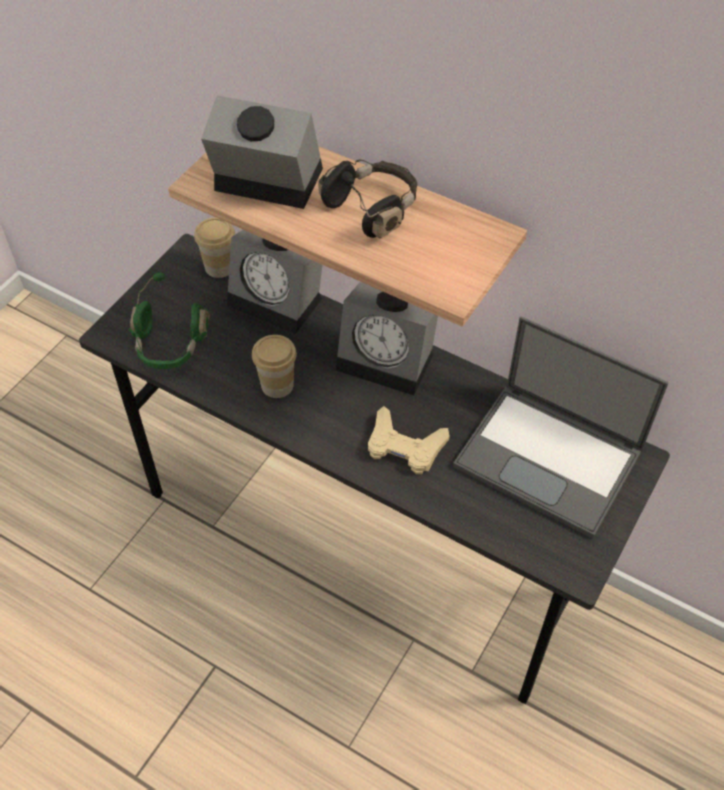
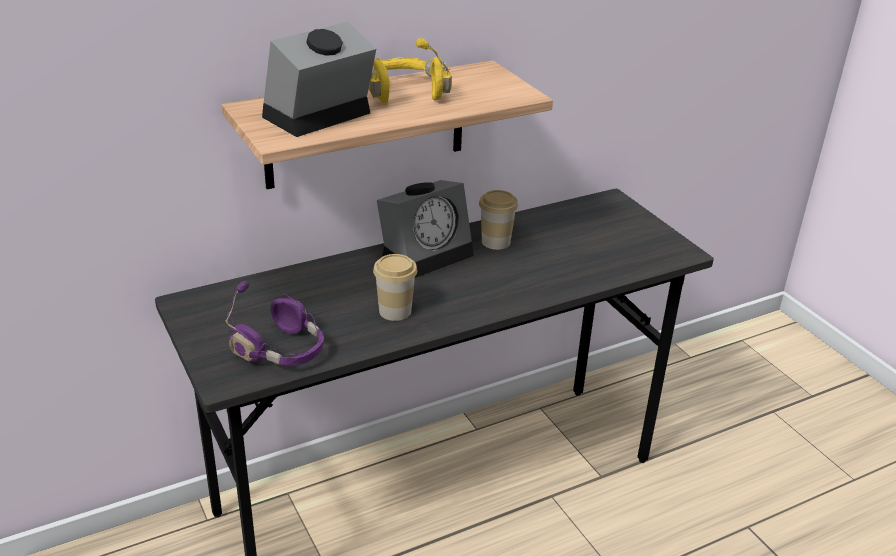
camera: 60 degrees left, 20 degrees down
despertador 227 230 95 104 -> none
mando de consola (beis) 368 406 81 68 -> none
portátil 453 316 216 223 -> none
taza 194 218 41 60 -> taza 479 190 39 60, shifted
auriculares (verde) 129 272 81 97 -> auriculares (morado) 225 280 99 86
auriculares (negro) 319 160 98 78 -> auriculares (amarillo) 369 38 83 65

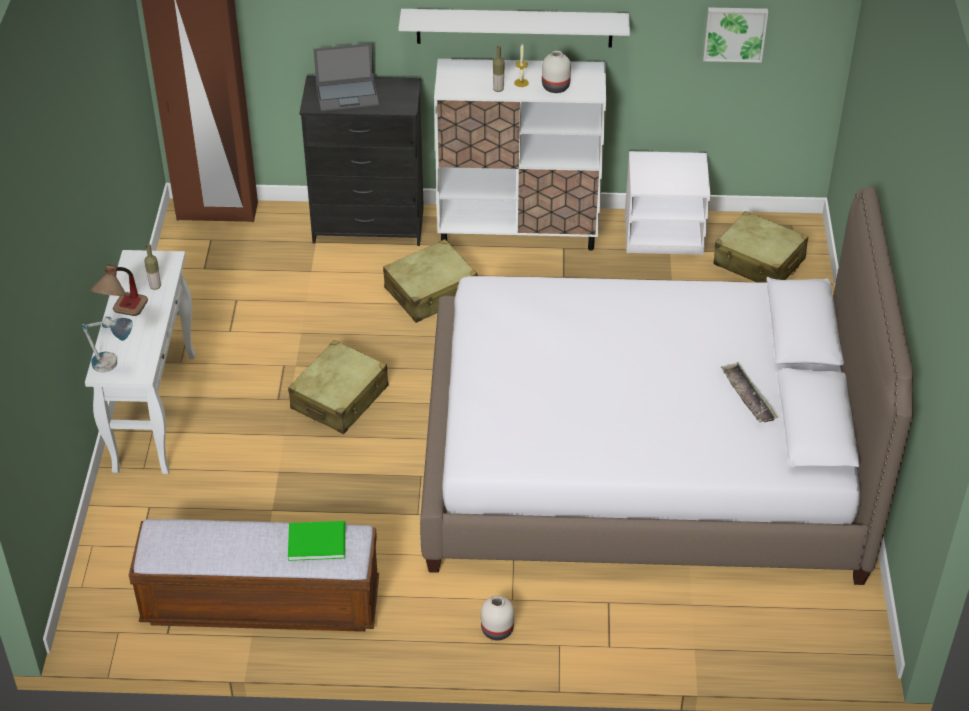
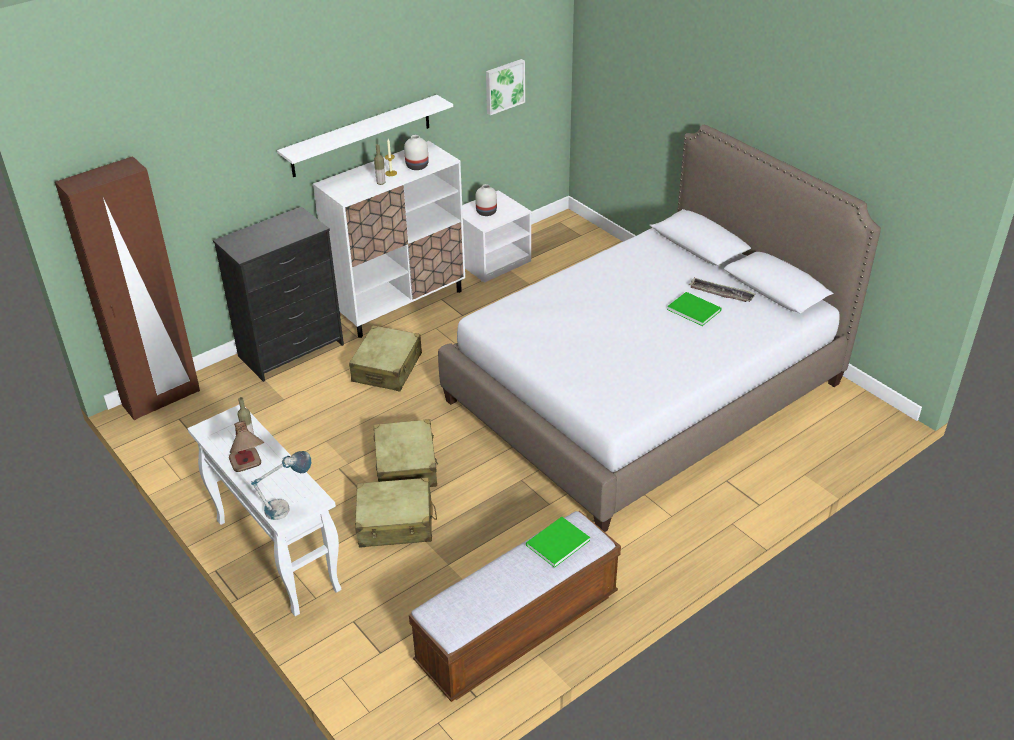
camera: 40 degrees left, 5 degrees down
portátil 313 43 66 68 -> none
none -> libro (verde) 667 292 55 34
florero (blanco) 481 596 33 44 -> florero (blanco) 475 184 22 32, shifted
maleta (beis) 714 211 94 71 -> maleta (beis) 355 477 82 71, shifted

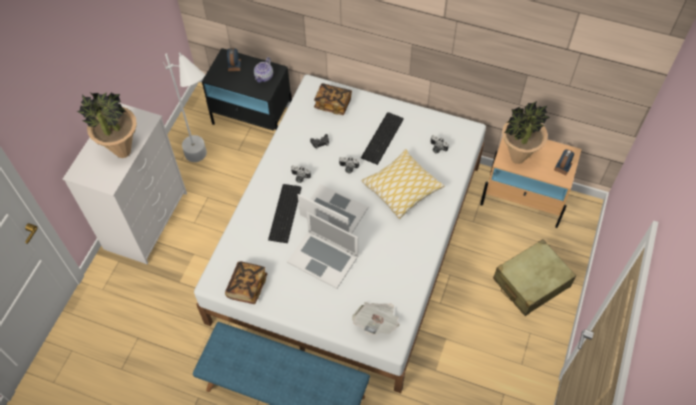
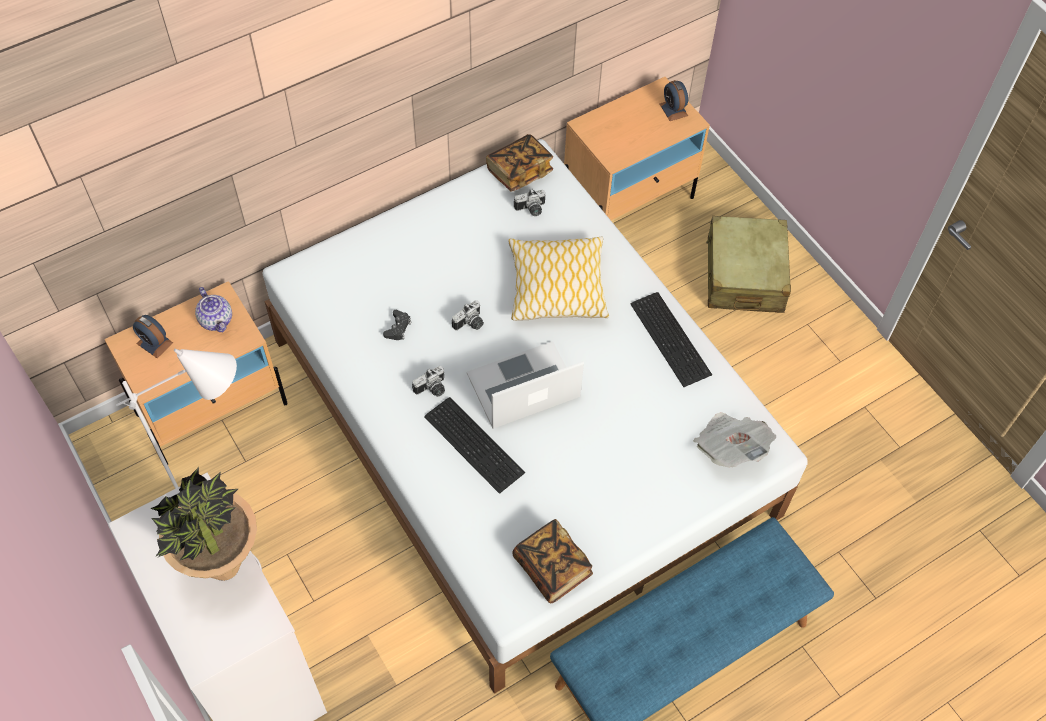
camera: 55 degrees left, 0 degrees up
portátil 287 212 71 77 -> none
planta en maceta 502 101 48 63 -> none
libro 314 83 38 32 -> libro 486 134 67 58, shifted
teclado 361 112 43 53 -> teclado 630 292 82 95, shifted
mesita de noche (negro) 202 48 90 83 -> mesita de noche (beis) 105 281 183 185

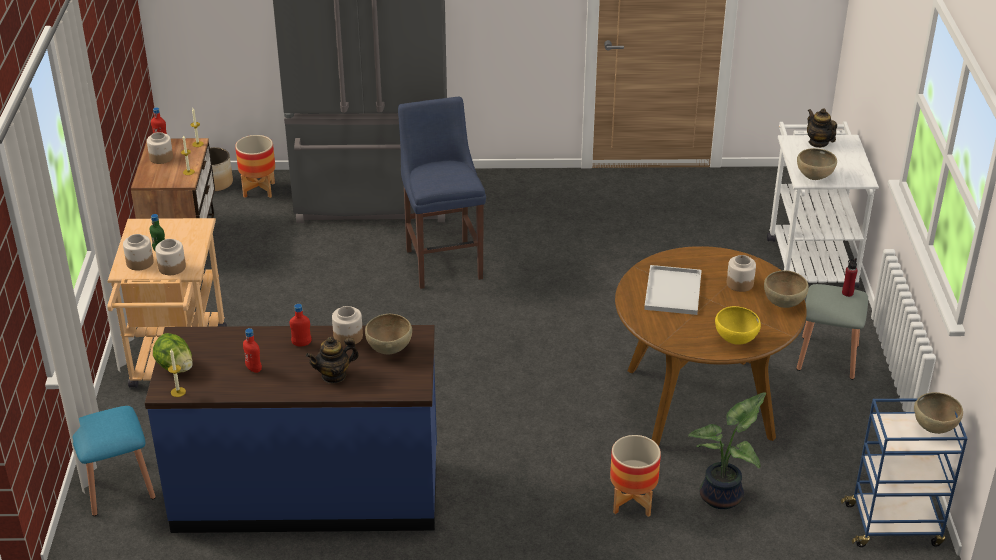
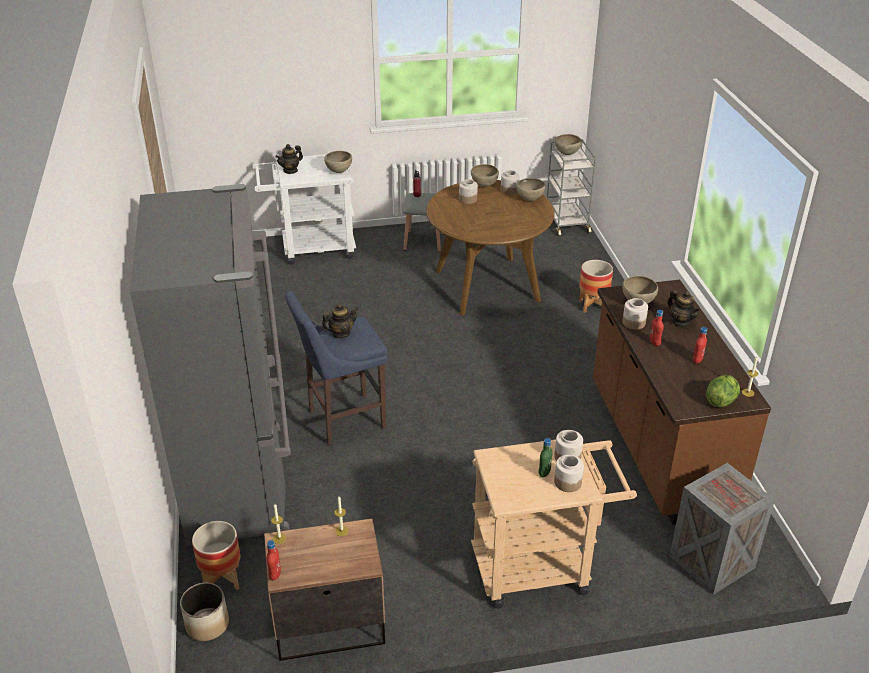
camera: 100 degrees left, 0 degrees up
bandeja (blanco) 644 265 58 50 -> none
planta en maceta 688 392 78 117 -> none
none -> tetera 321 303 37 35
tarro 147 132 26 32 -> tarro 501 170 18 25, shifted
taburete (azul) 72 406 84 110 -> caja de embalaje 669 463 106 132
mueble bajo de cocina (azul) 145 325 292 208 -> mueble bajo de cocina (marrón) 593 280 178 245
cuenco (amarillo) 715 306 46 38 -> cuenco (marrón) 516 178 29 23
carrito (azul) 841 398 127 149 -> carrito (gris) 547 139 49 97

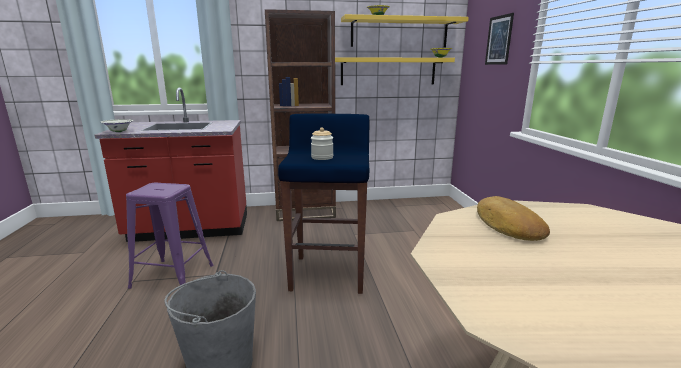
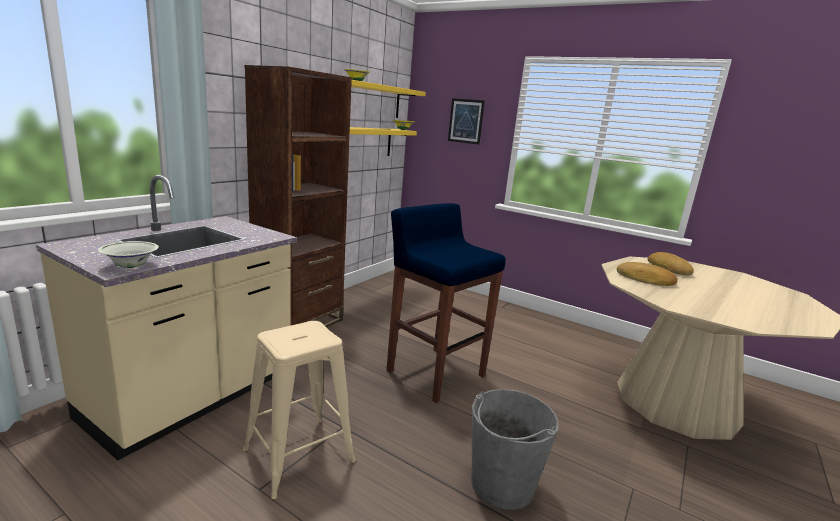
camera: 50 degrees left, 0 degrees up
tarro 311 127 22 33 -> none
none -> pan 648 252 46 23
mueble bajo de cocina (rojo) 95 88 152 154 -> mueble bajo de cocina (beis) 36 175 261 286
taburete (morado) 126 182 88 107 -> taburete (beis) 243 321 113 178

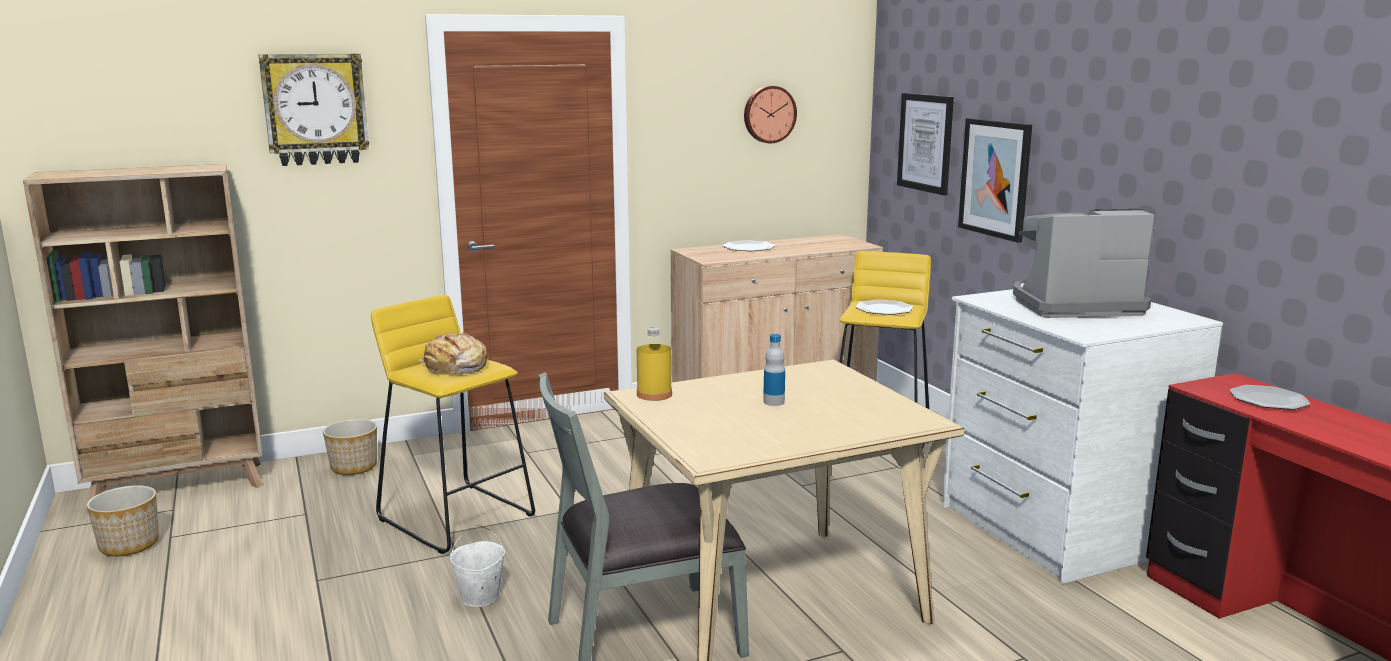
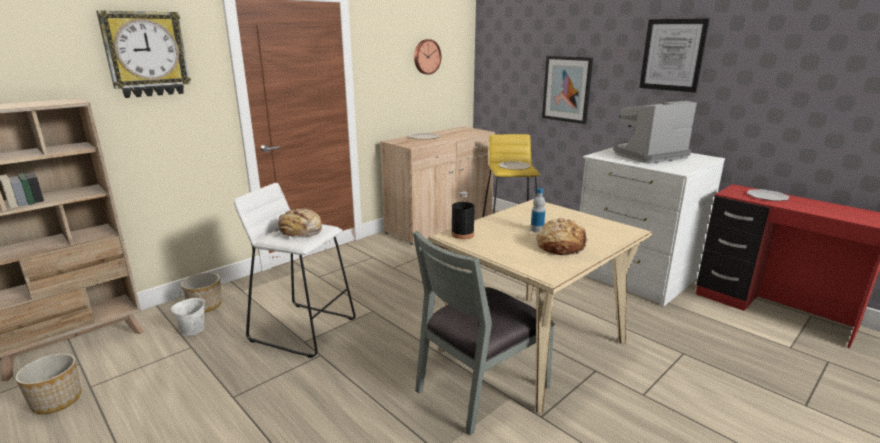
camera: 20 degrees left, 5 degrees up
none -> pan 536 218 52 37
cubo (blanco) 450 524 55 83 -> cubo (blanco) 171 289 34 46, shifted
cuadro 897 93 57 102 -> cuadro 639 18 71 74, shifted
taburete (amarillo) 371 295 164 259 -> taburete (blanco) 234 183 122 175
botella (amarillo) 637 327 35 74 -> botella (negro) 451 191 24 48

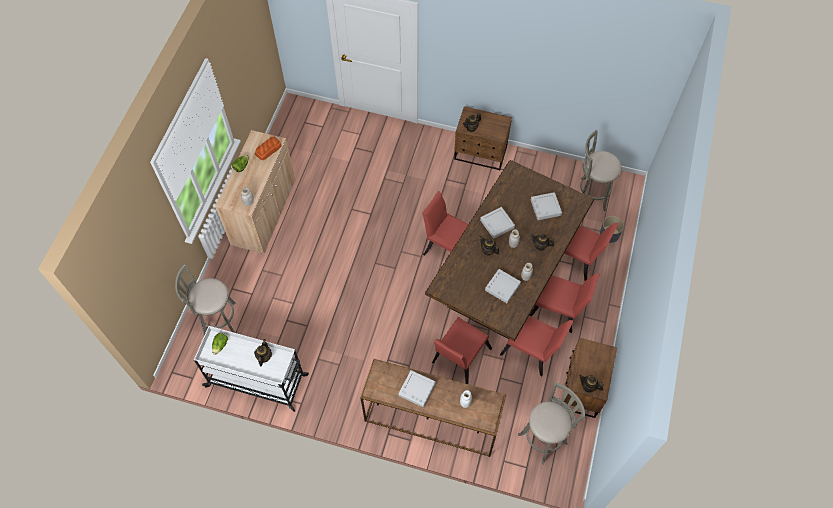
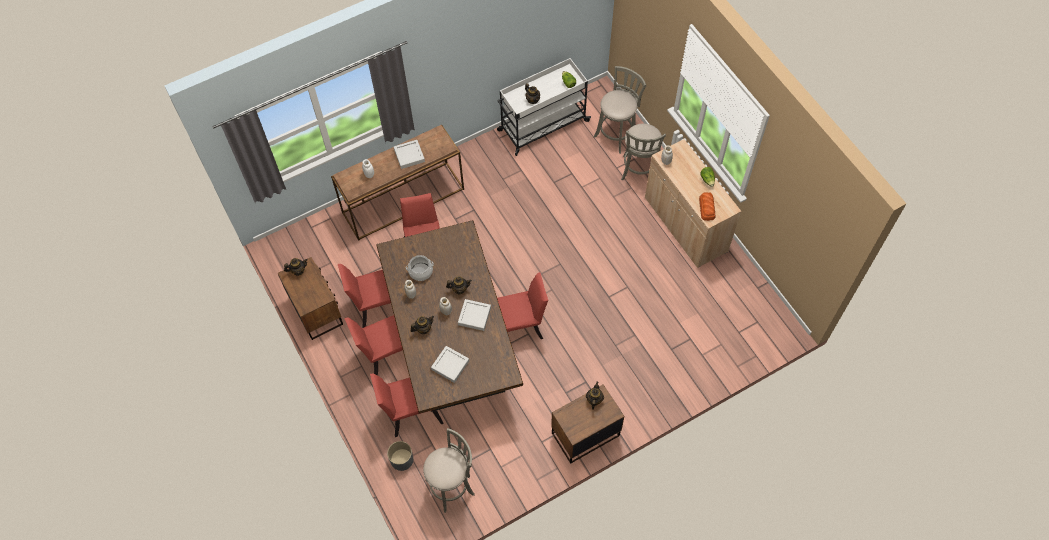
camera: 135 degrees right, 0 degrees up
taburete (gris) 518 383 68 81 -> taburete (gris) 621 124 45 56, shifted
bandeja (gris) 485 269 36 34 -> olla 406 255 28 26

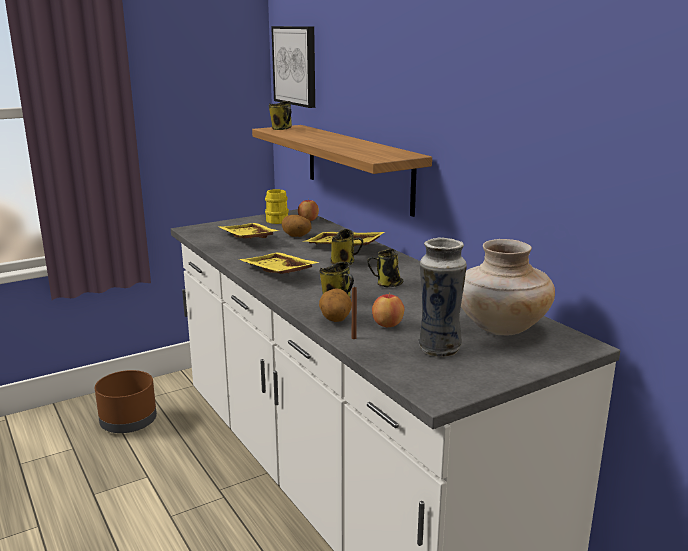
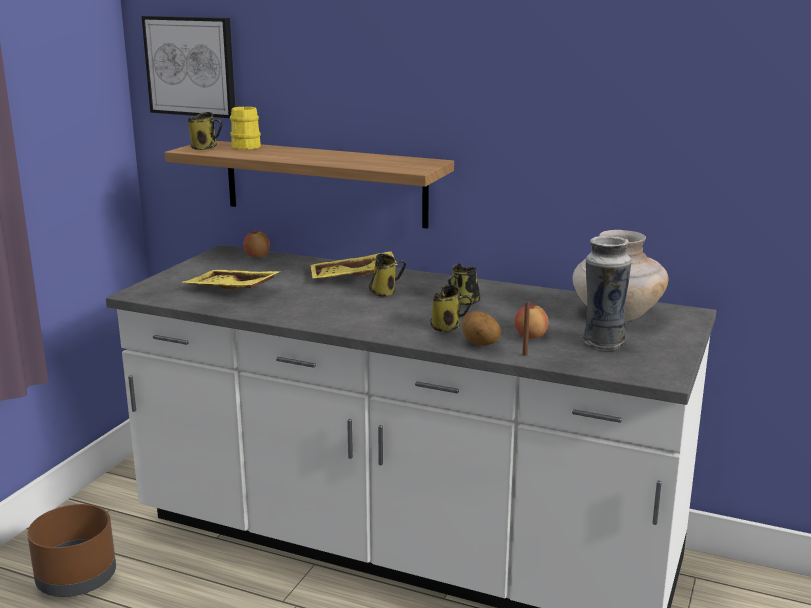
camera: 35 degrees left, 0 degrees up
bandeja (amarillo) 239 252 81 22 -> none
patata 282 215 30 22 -> none
taza grande (amarillo) 265 189 24 35 -> taza grande (amarillo) 230 107 31 43, shifted

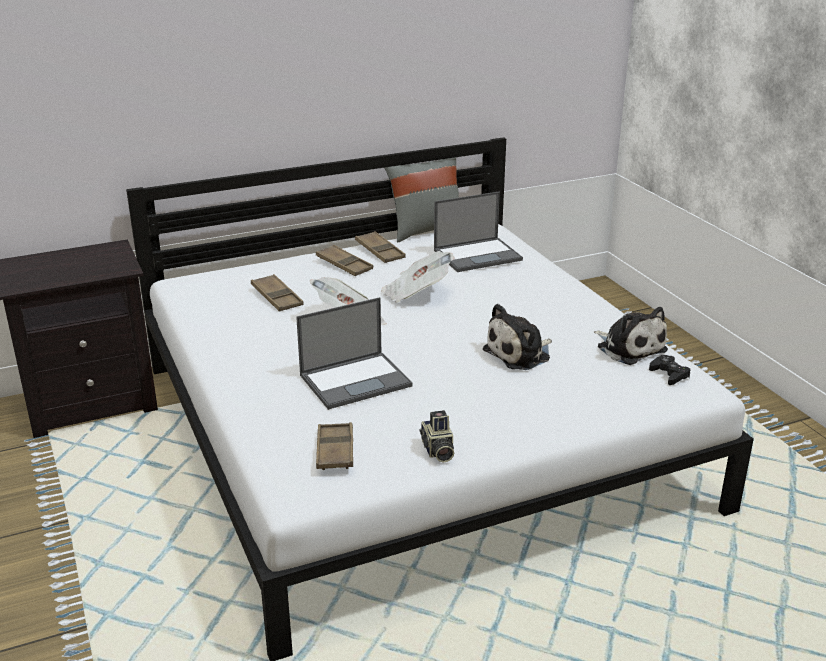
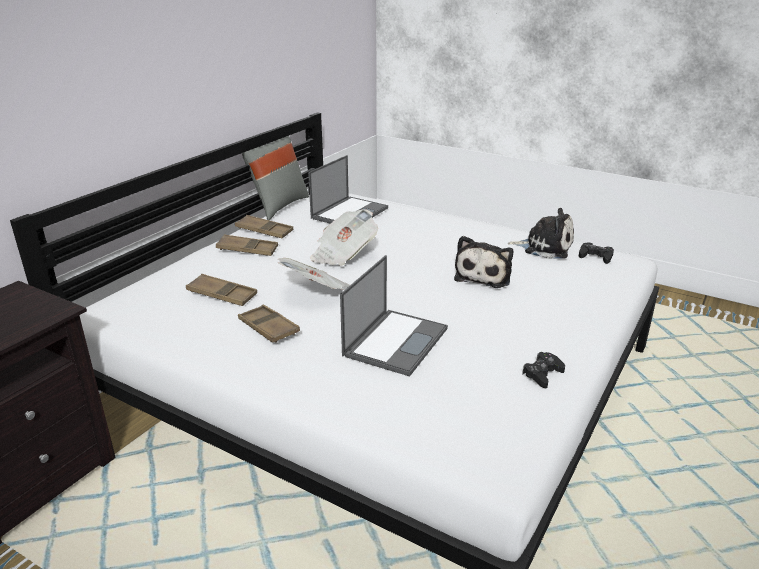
camera: 35 degrees left, 0 degrees up
bandeja (marrón) 316 422 37 48 -> bandeja (marrón) 238 305 62 38, shifted
cámara 420 410 34 53 -> mando de consola (negro) 522 352 43 36

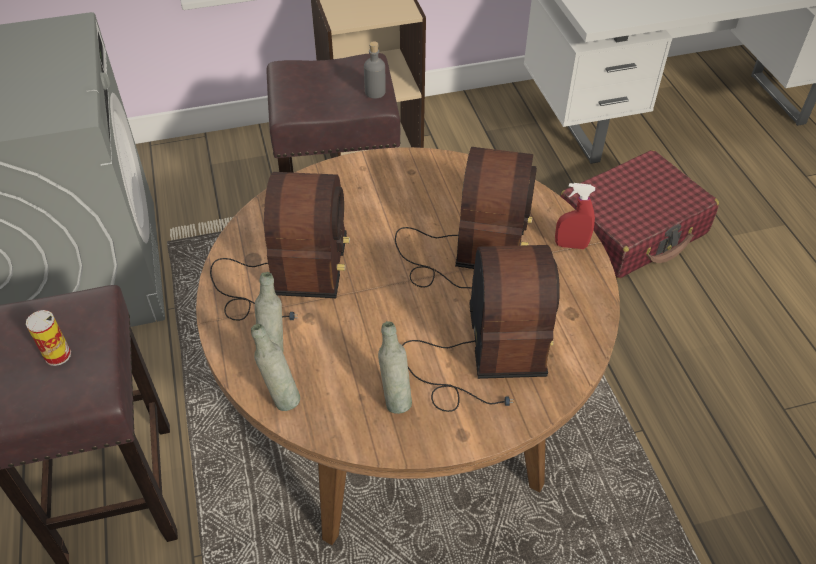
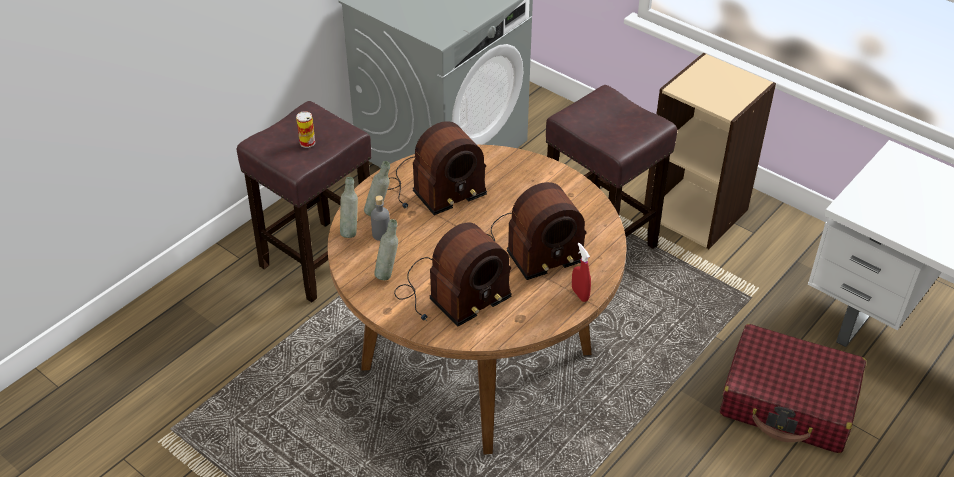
camera: 55 degrees right, 5 degrees down
botella (gris) 364 41 22 58 -> botella (gris) 371 196 19 45, shifted

